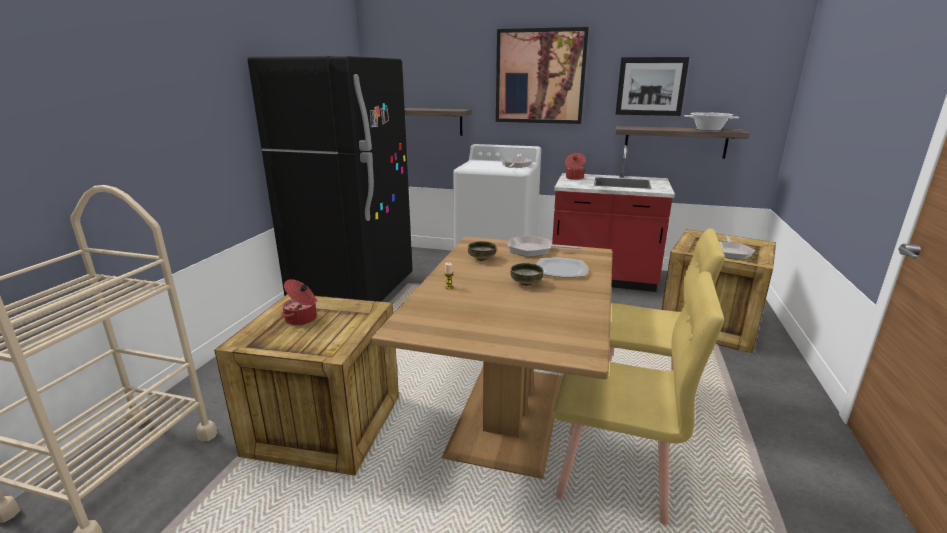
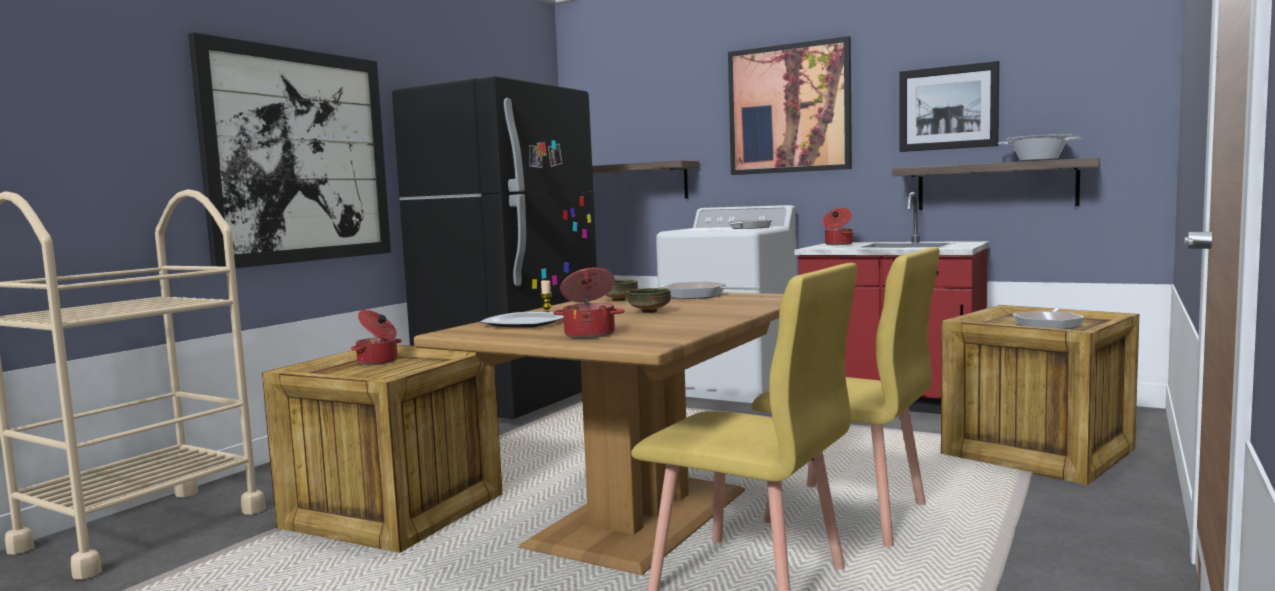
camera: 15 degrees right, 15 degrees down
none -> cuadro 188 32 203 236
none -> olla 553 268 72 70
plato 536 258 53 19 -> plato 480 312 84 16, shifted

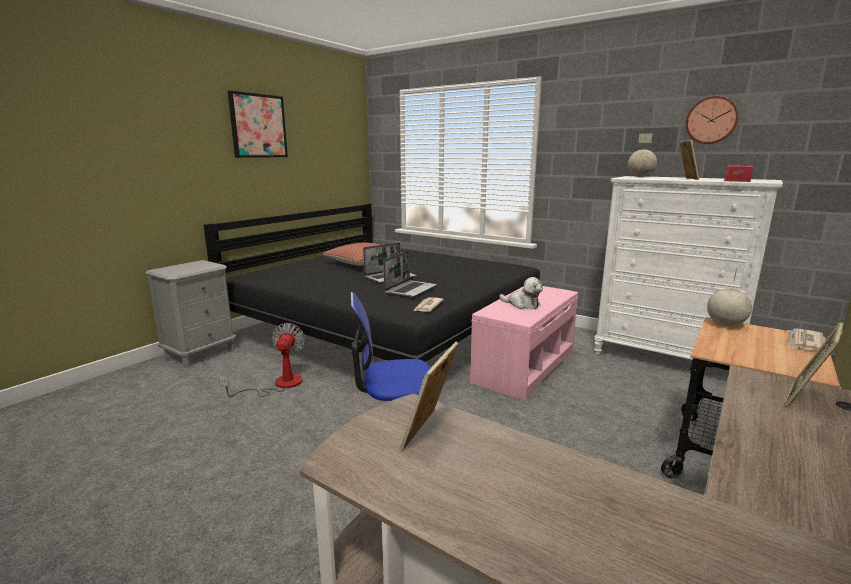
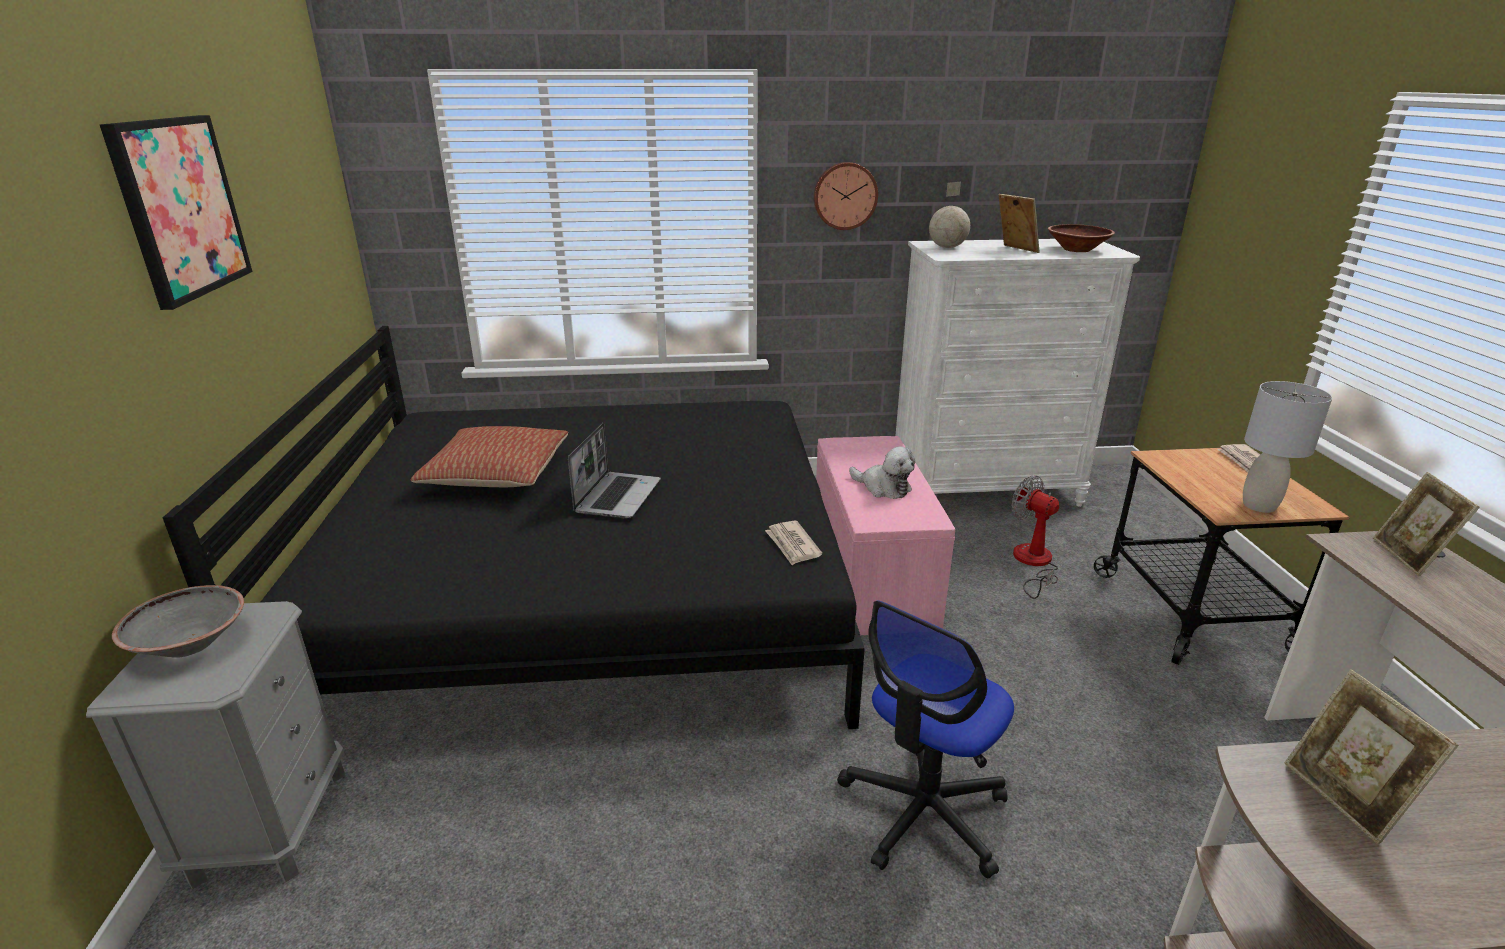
camera: 40 degrees left, 10 degrees up
portátil 383 251 54 46 -> none
globo terráqueo 707 269 45 57 -> none
none -> cuenco (gris) 112 585 132 73
none -> lámpara de mesa (gris) 1243 381 89 132
ventilador 219 323 86 74 -> ventilador 1011 476 48 123, shifted
reloj de pared 686 96 53 48 -> reloj de pared 814 162 64 68, shifted
caja de pañuelos 724 165 29 17 -> cuenco (marrón) 1048 224 67 28
peluche 499 277 44 32 -> peluche 849 446 66 53, 45 degrees clockwise

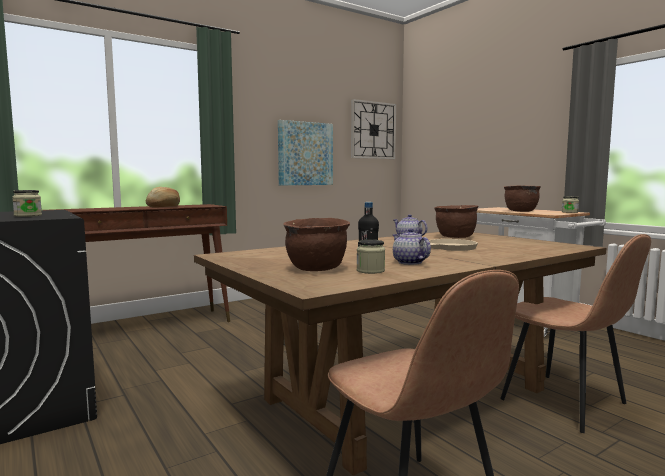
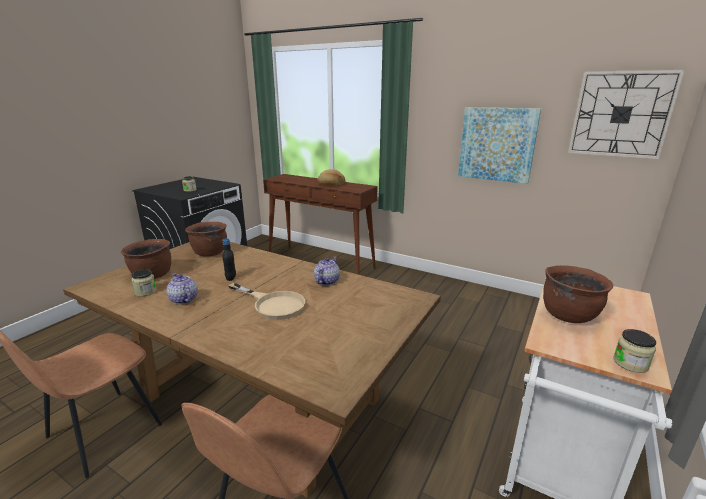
camera: 65 degrees right, 15 degrees up
olla (marrón) 434 205 44 33 -> olla (marrón) 185 222 42 35, shifted
tetera 393 228 38 37 -> tetera 167 273 31 32, 75 degrees counterclockwise

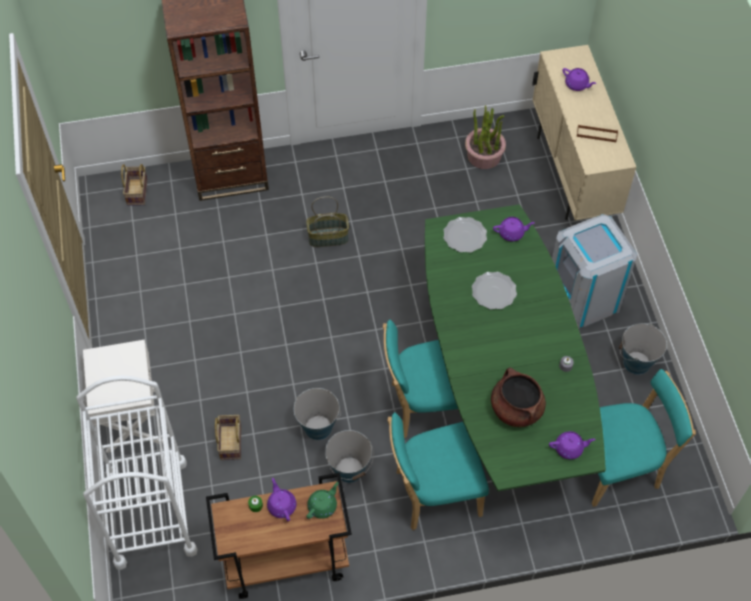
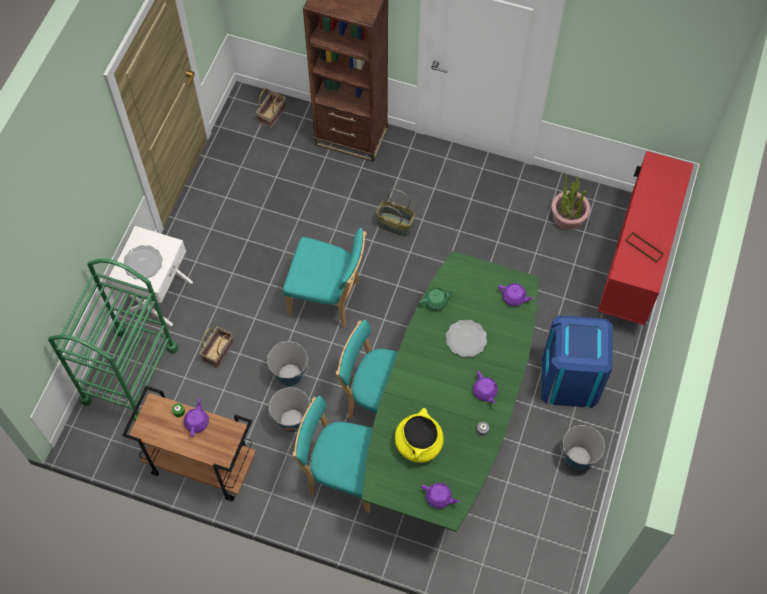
camera: 30 degrees right, 5 degrees up
tetera (verde) 307 482 32 37 -> tetera (verde) 419 288 37 23, shifted
plato 444 217 43 36 -> plato 123 245 40 34, shifted
tetera (morado) 563 68 33 23 -> tetera (morado) 473 371 25 33, shifted
silla (turquesa) 592 369 104 138 -> silla (turquesa) 283 228 83 100, shifted
carrito (blanco) 76 375 122 195 -> carrito (verde) 48 258 130 163
olla (marrón) 491 367 55 60 -> olla (amarillo) 395 408 49 55
armario (beis) 532 45 104 175 -> armario (rojo) 598 151 96 174
papelera (gris) 552 214 85 115 -> papelera (azul) 541 315 72 93

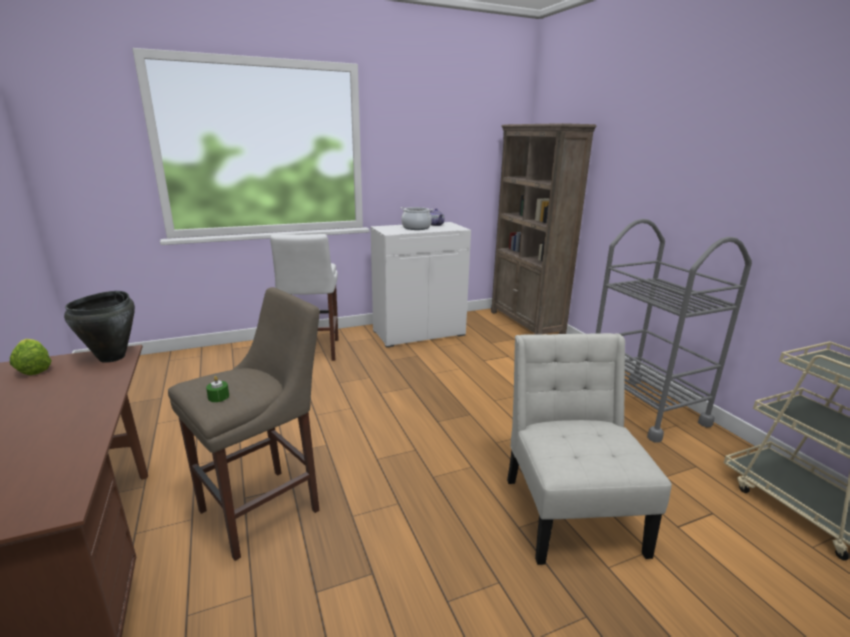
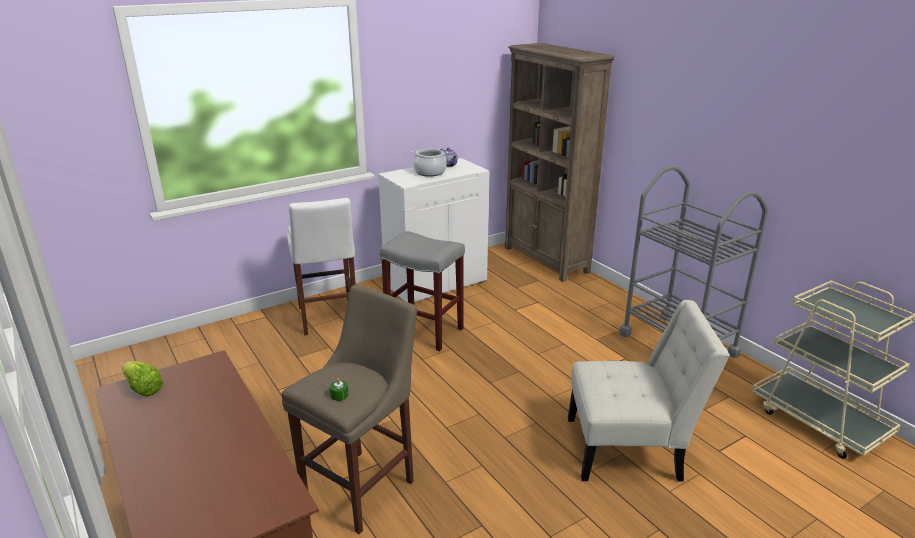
camera: 10 degrees left, 5 degrees up
olla (negro) 64 291 71 72 -> none
none -> taburete (gris) 380 231 85 120
silla (blanco) 507 333 165 232 -> silla (blanco) 568 300 162 182, 105 degrees clockwise

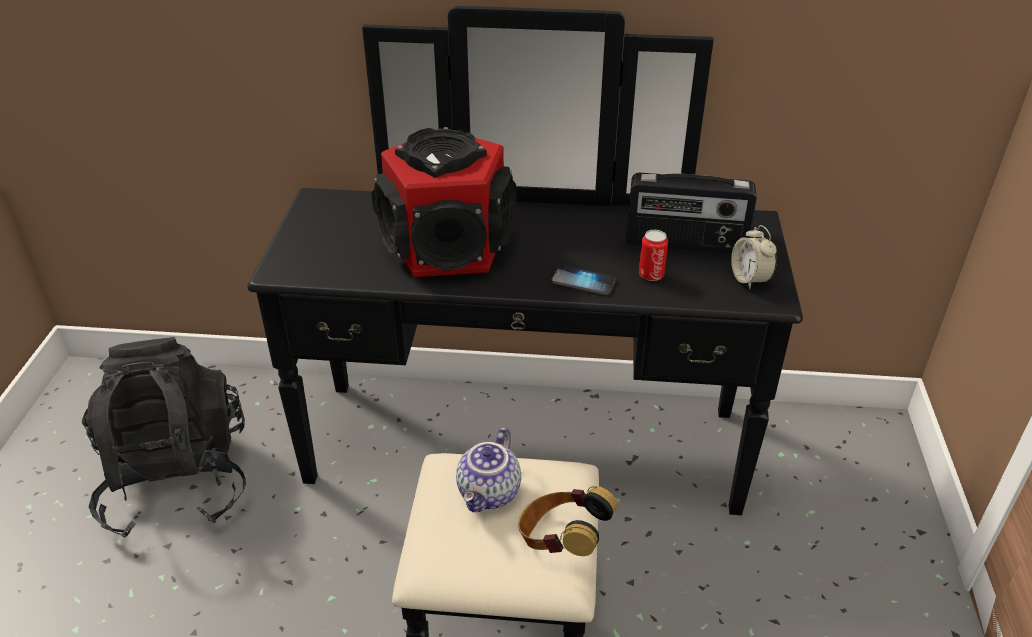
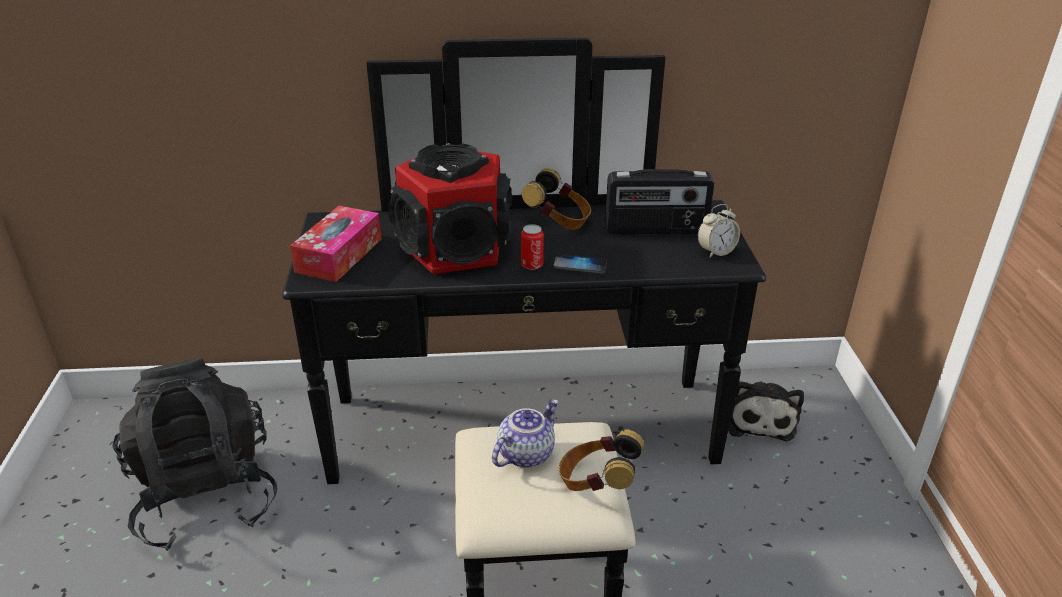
camera: 10 degrees left, 5 degrees down
none -> caja de pañuelos 290 206 91 76
none -> auriculares 522 168 69 62
none -> peluche 728 381 76 60
lata 639 230 29 51 -> lata 521 224 22 46, shifted
tetera 456 427 65 85 -> tetera 492 399 67 69, 150 degrees counterclockwise
despertador 731 225 46 65 -> despertador 698 204 42 54, 90 degrees counterclockwise

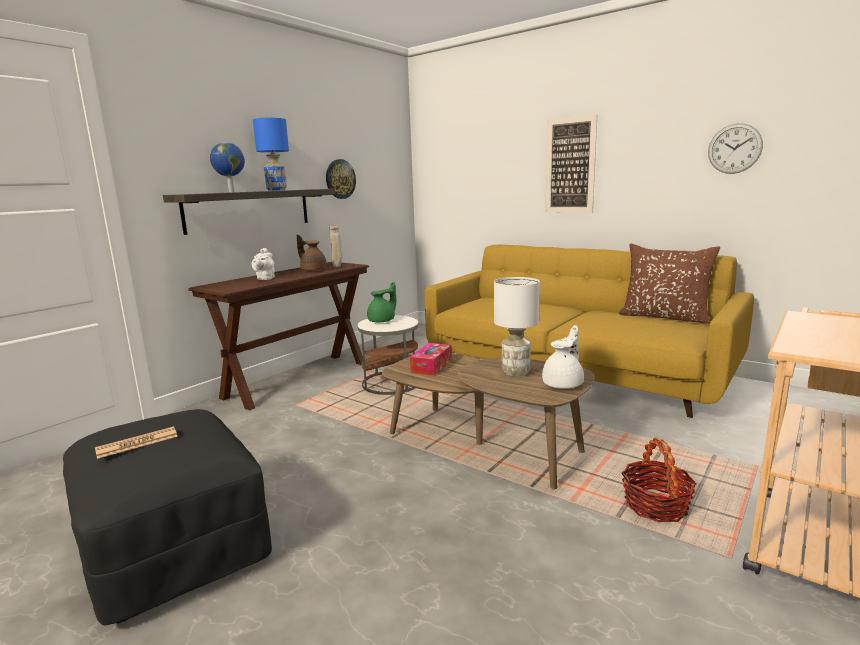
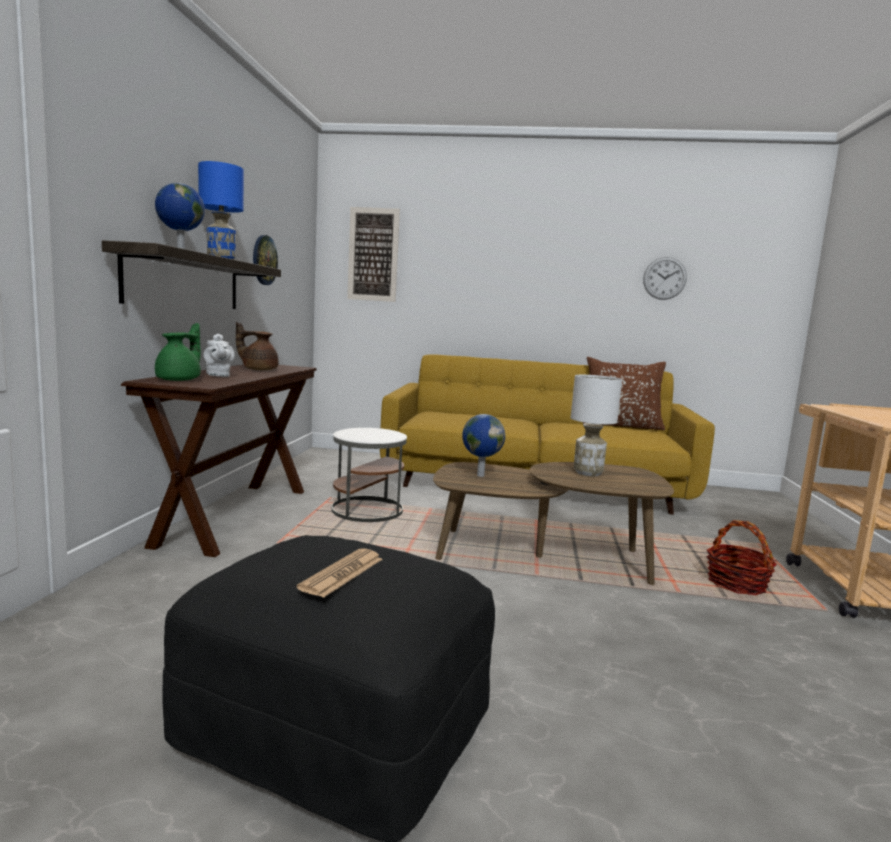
camera: 30 degrees left, 5 degrees down
florero (beis) 329 226 13 42 -> none
tetera (blanco) 542 325 42 64 -> none
tetera (verde) 367 282 30 40 -> tetera (verde) 155 323 46 58, shifted
cuadro 545 114 52 99 -> cuadro 347 207 53 95, shifted
caja de pañuelos 410 343 42 33 -> globo terráqueo 462 414 43 63

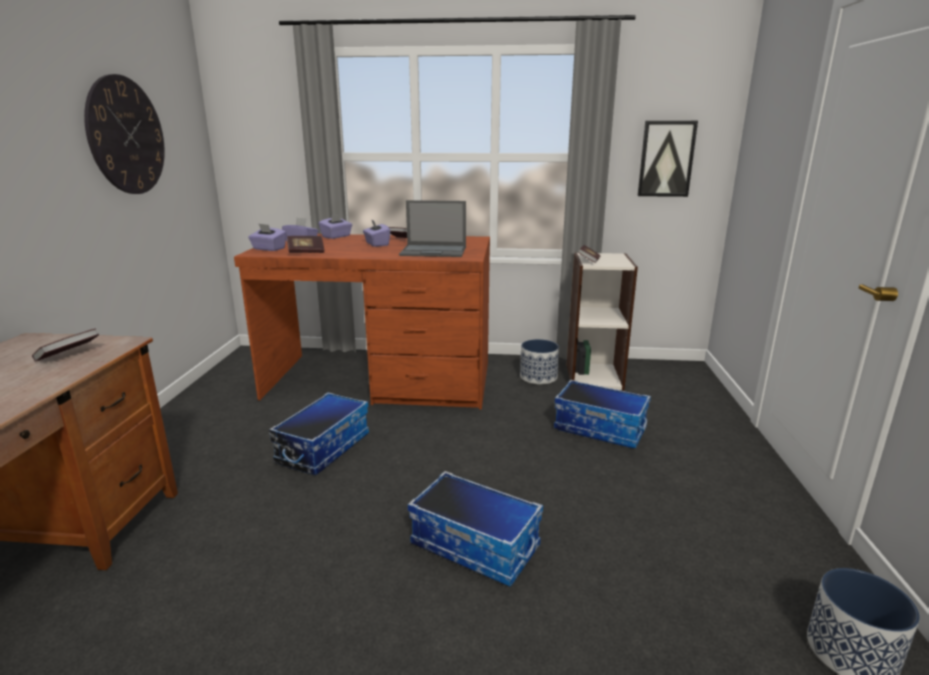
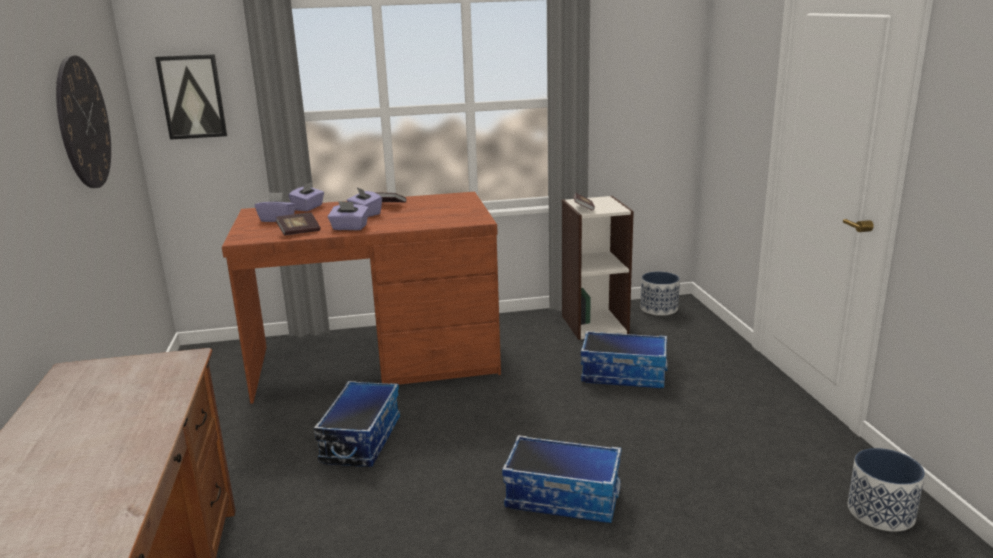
camera: 15 degrees left, 0 degrees up
libro 32 329 67 32 -> none
portátil 399 200 67 57 -> none
caja de pañuelos (morado) 248 223 39 28 -> caja de pañuelos (morado) 328 201 41 29, shifted
maceta 520 339 39 45 -> maceta 641 272 39 44, shifted
cuadro 637 121 61 76 -> cuadro 155 54 72 86, shifted

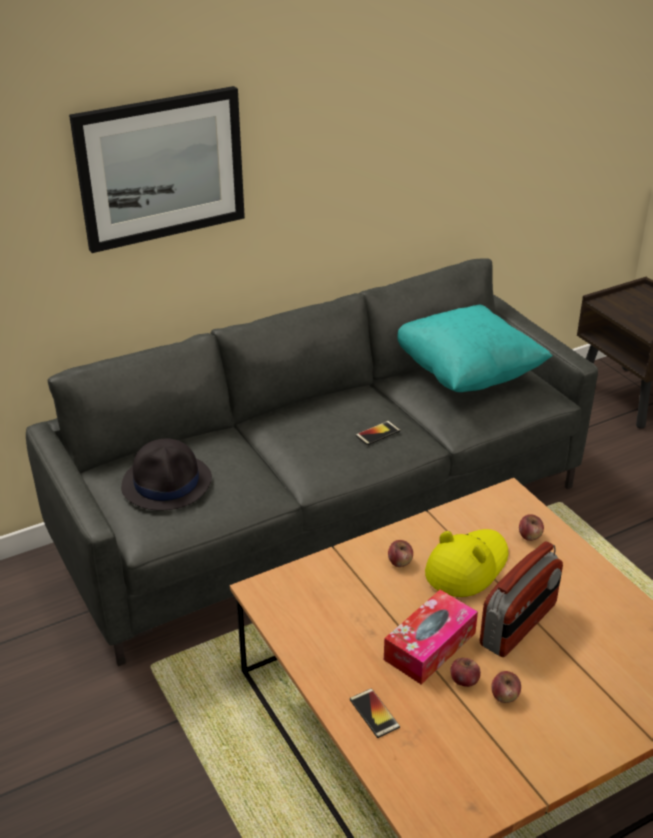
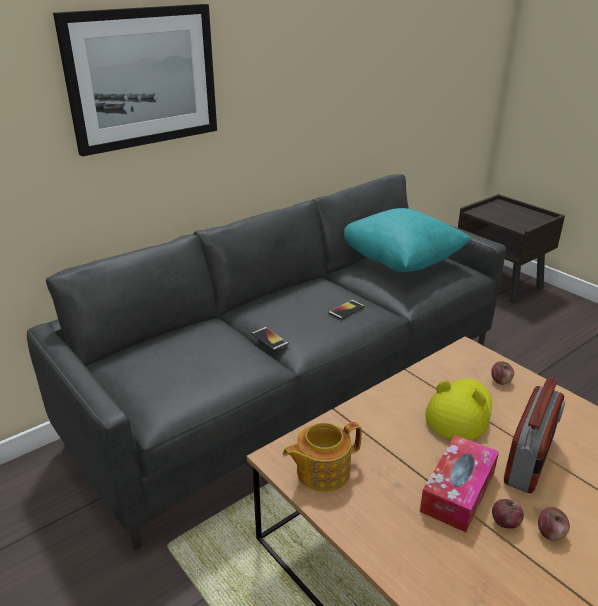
camera: 10 degrees left, 5 degrees down
sombrero (negro) 121 438 91 73 -> none
manzana 388 540 25 27 -> none
none -> tetera 283 422 79 70
móvil 350 689 50 49 -> móvil 251 327 38 24, shifted

